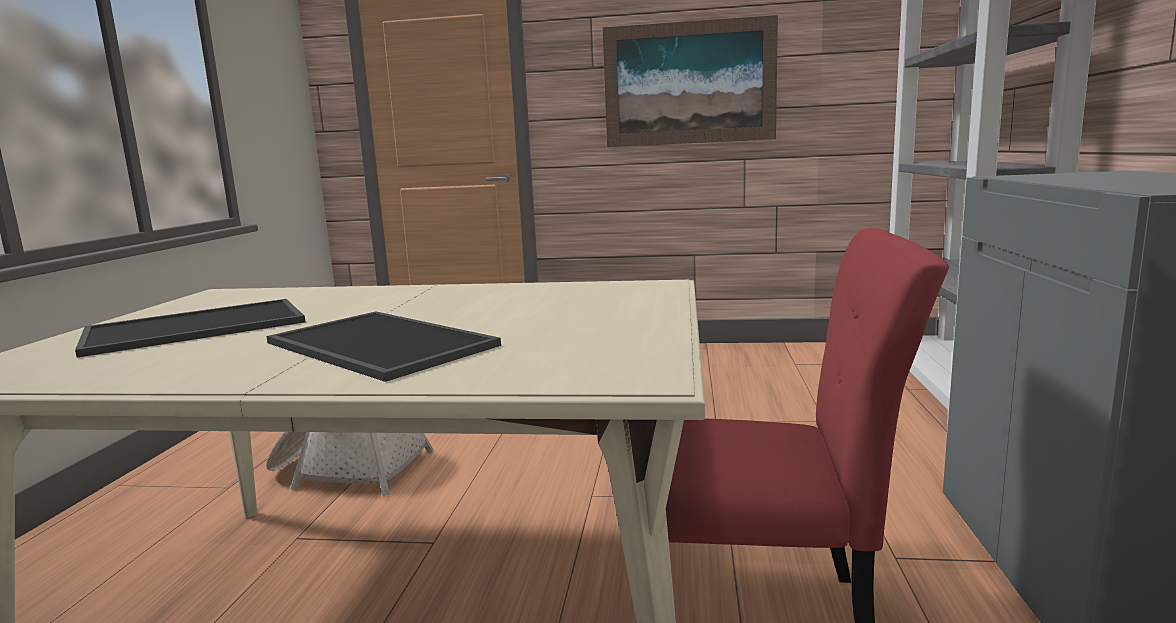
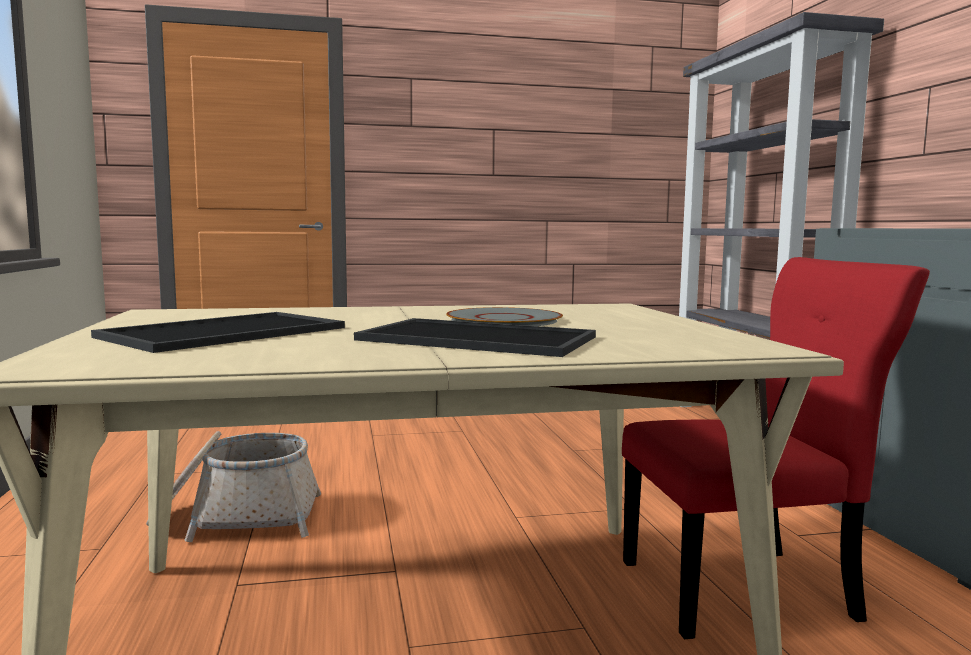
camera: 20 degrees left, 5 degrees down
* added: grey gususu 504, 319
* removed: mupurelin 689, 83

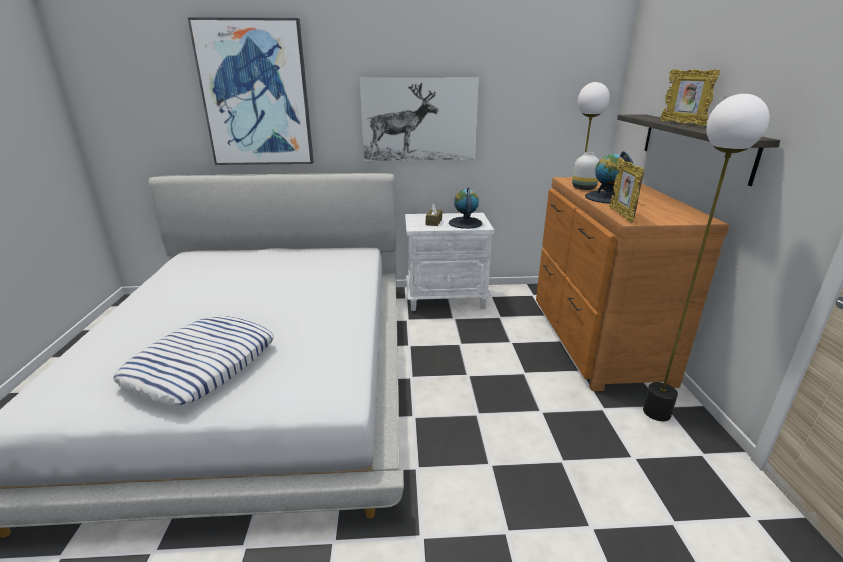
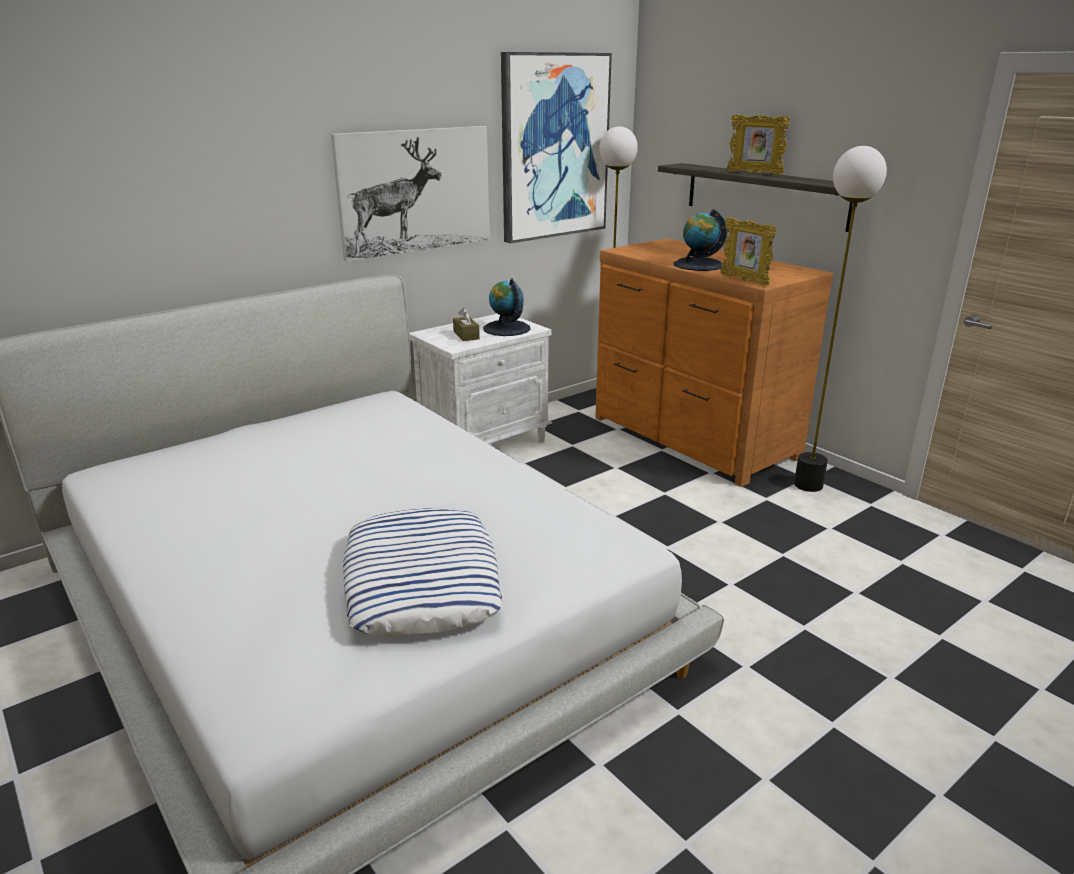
camera: 35 degrees left, 0 degrees up
* moved: mupurelin 256, 95 to 554, 147
* removed: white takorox 583, 188

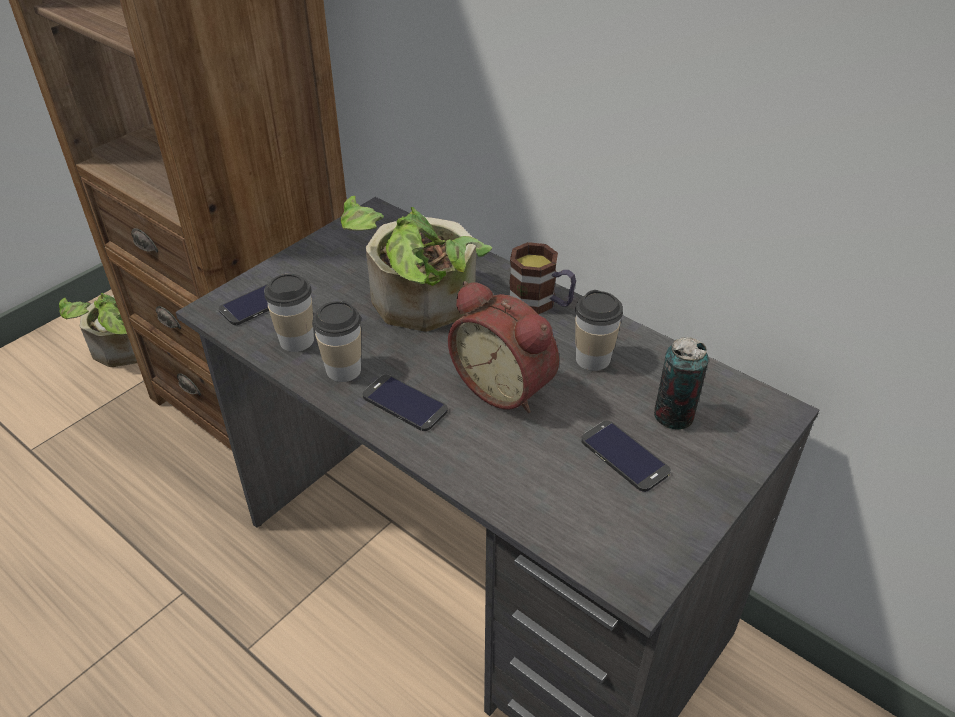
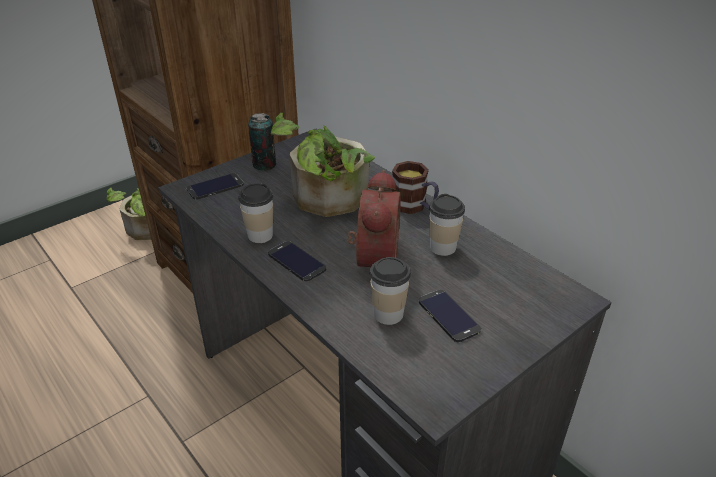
camera: 10 degrees right, 5 degrees down
* moved: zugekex 674, 416 to 264, 165
* turned: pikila 506, 386 = 373, 258 135 degrees counterclockwise
* moved: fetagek 297, 340 to 388, 314

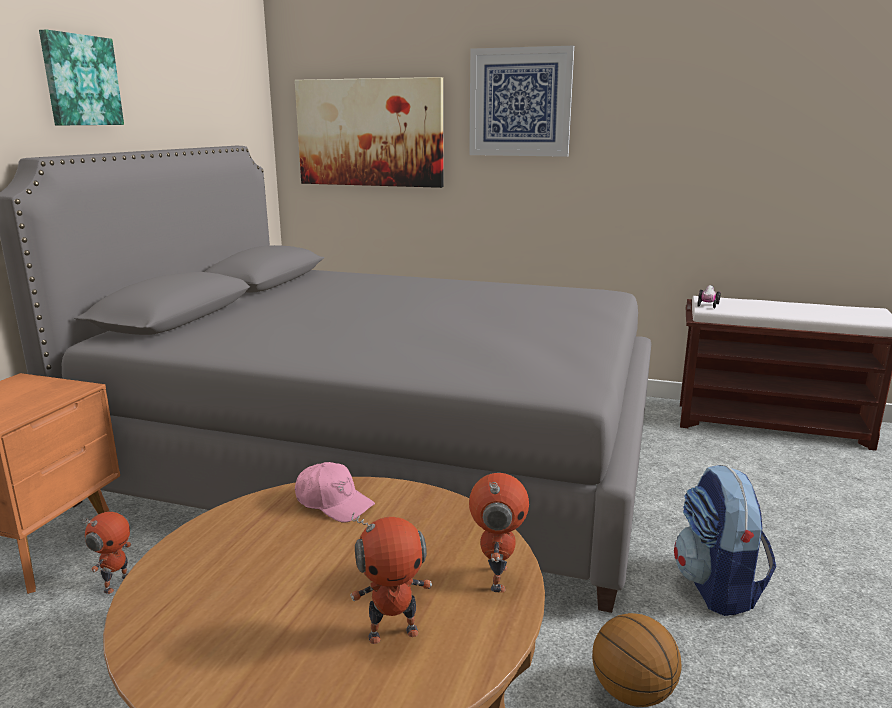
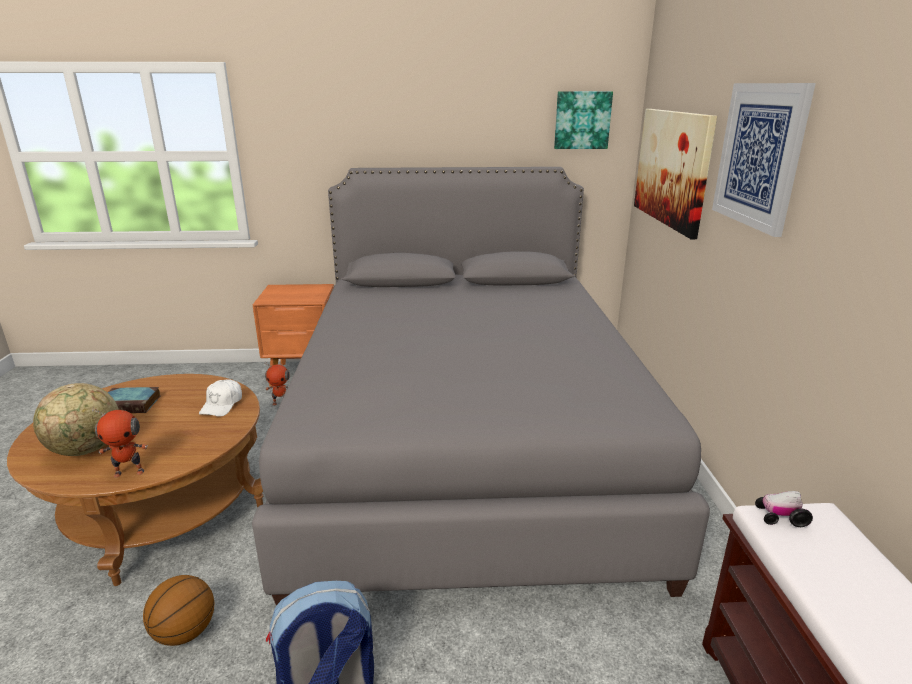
camera: 70 degrees right, 5 degrees up
* replaced: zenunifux 393, 632 to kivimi 87, 450
* added: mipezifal 131, 404
* recoloured: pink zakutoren 334, 503 to white zakutoren 222, 405
* moved: mupurelin 80, 80 to 582, 120

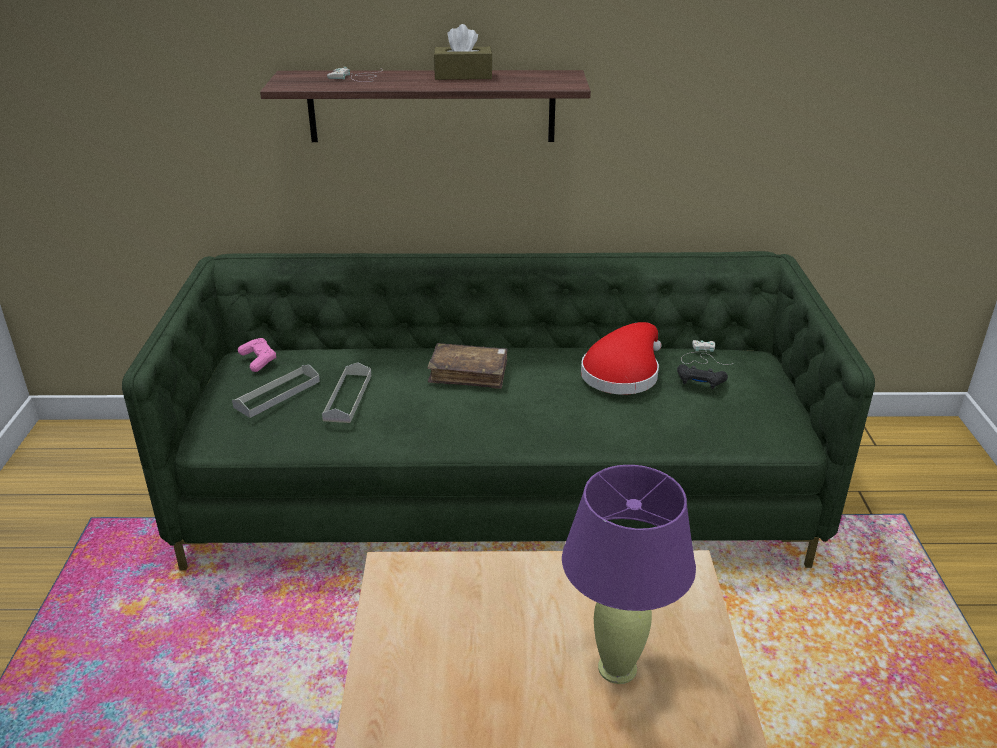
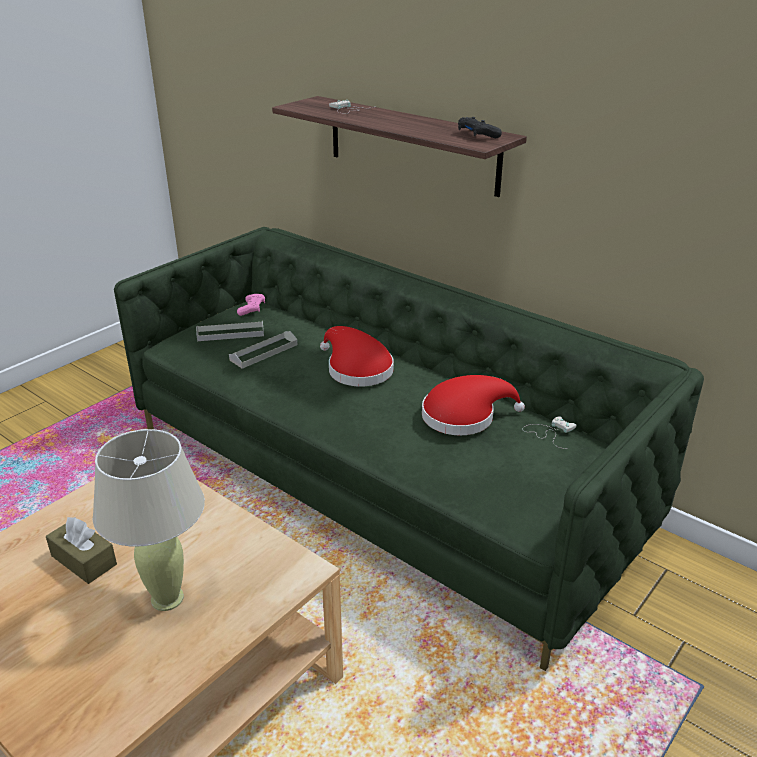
camera: 40 degrees right, 0 degrees up
* moved: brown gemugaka 463, 75 to 84, 560
* recoloured: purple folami 616, 668 to beige folami 167, 598
* replaced: brown mipezifal 468, 373 to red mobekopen 356, 369
* moved: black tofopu 700, 382 to 477, 135

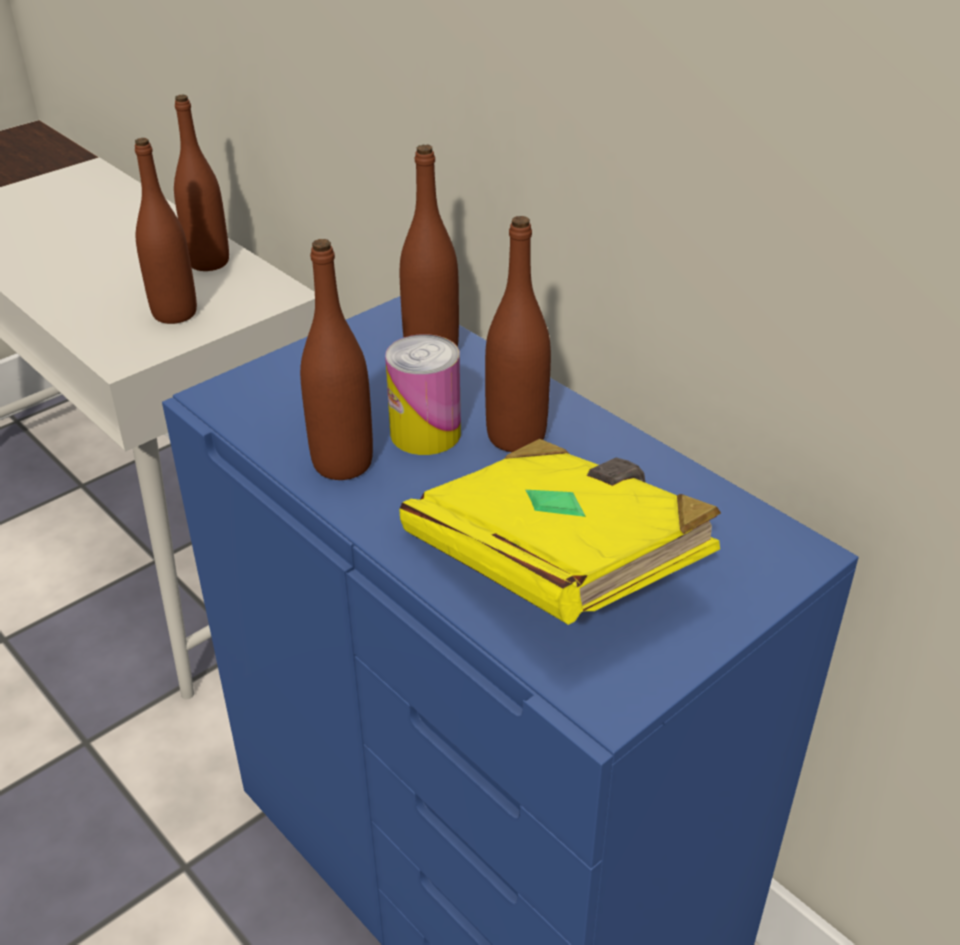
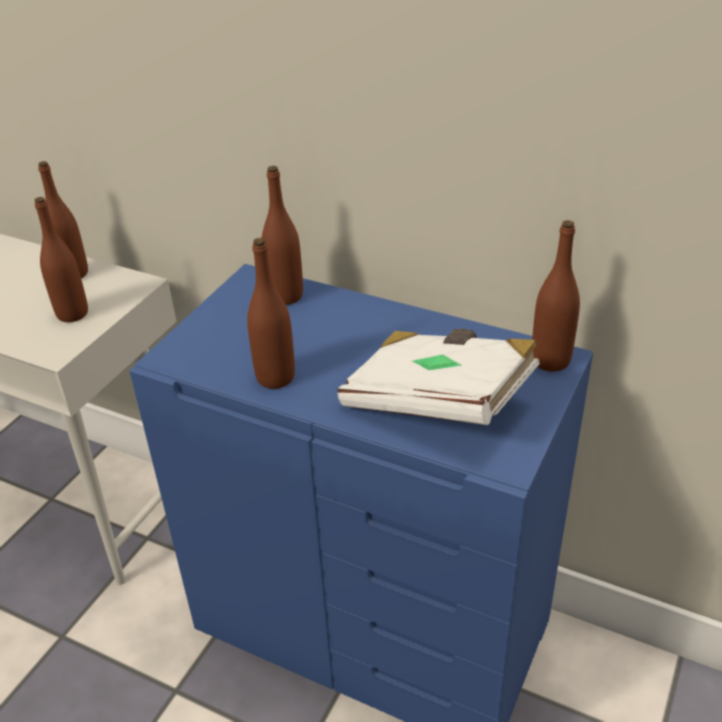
camera: 20 degrees left, 0 degrees up
* recoloured: yellow mipezifal 554, 567 to white mipezifal 437, 402
* moved: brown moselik 516, 437 to 550, 360
* removed: zugekex 425, 433

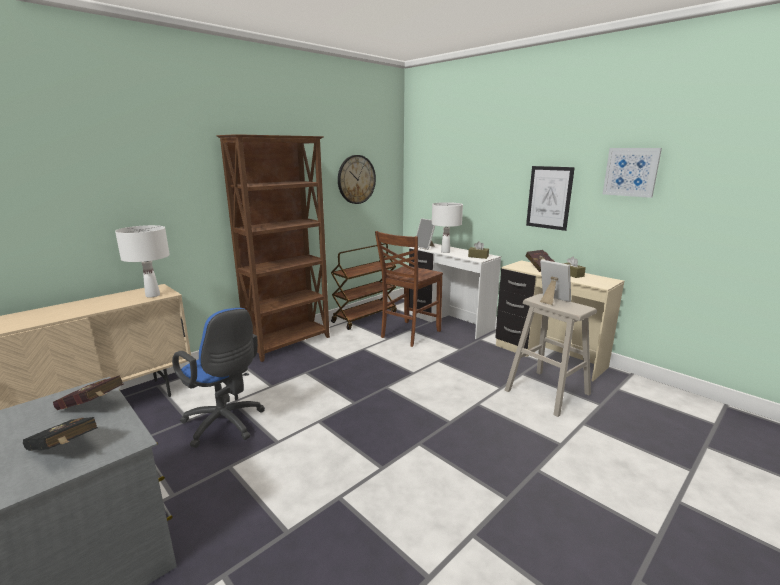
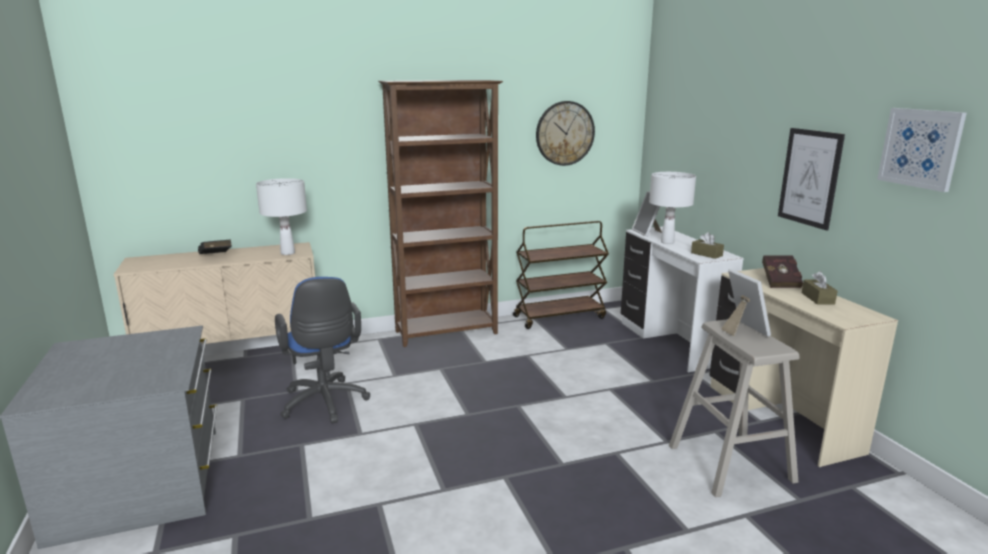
camera: 25 degrees right, 0 degrees up
* moved: black mipezifal 64, 450 to 215, 257
* removed: red mipezifal 93, 407
* removed: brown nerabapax 409, 334

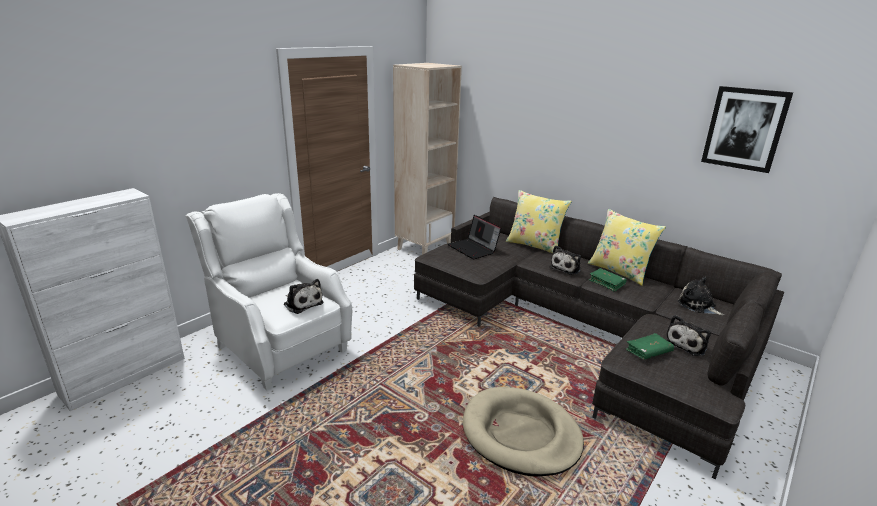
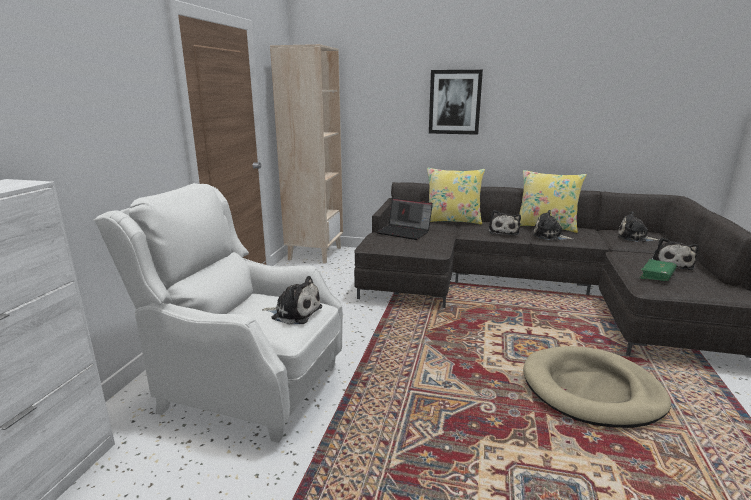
camera: 25 degrees left, 5 degrees down
* moved: mupurelin 744, 129 to 455, 102
* replaced: green mipezifal 607, 283 to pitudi 550, 236

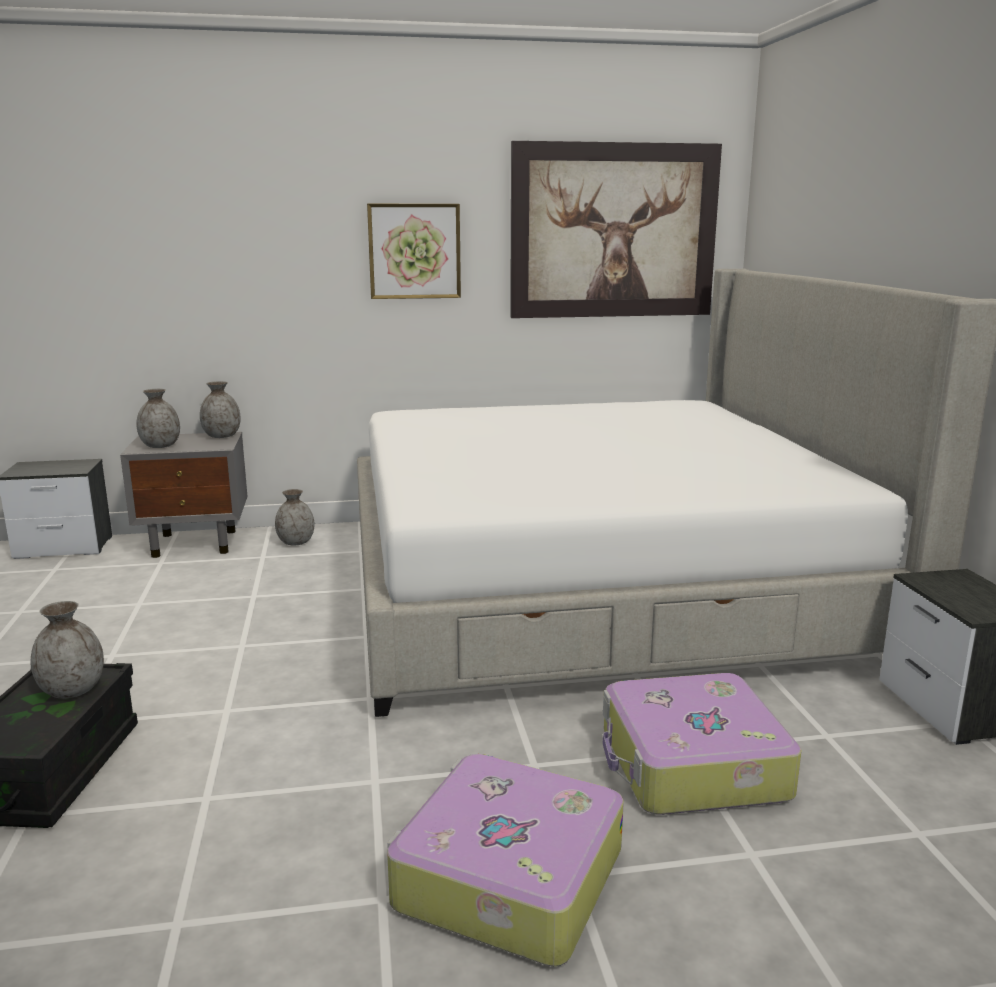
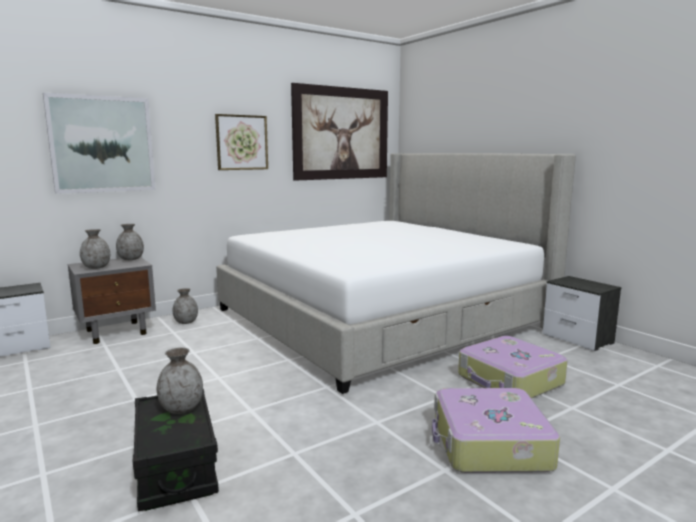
camera: 25 degrees left, 5 degrees down
* added: mupurelin 102, 144

